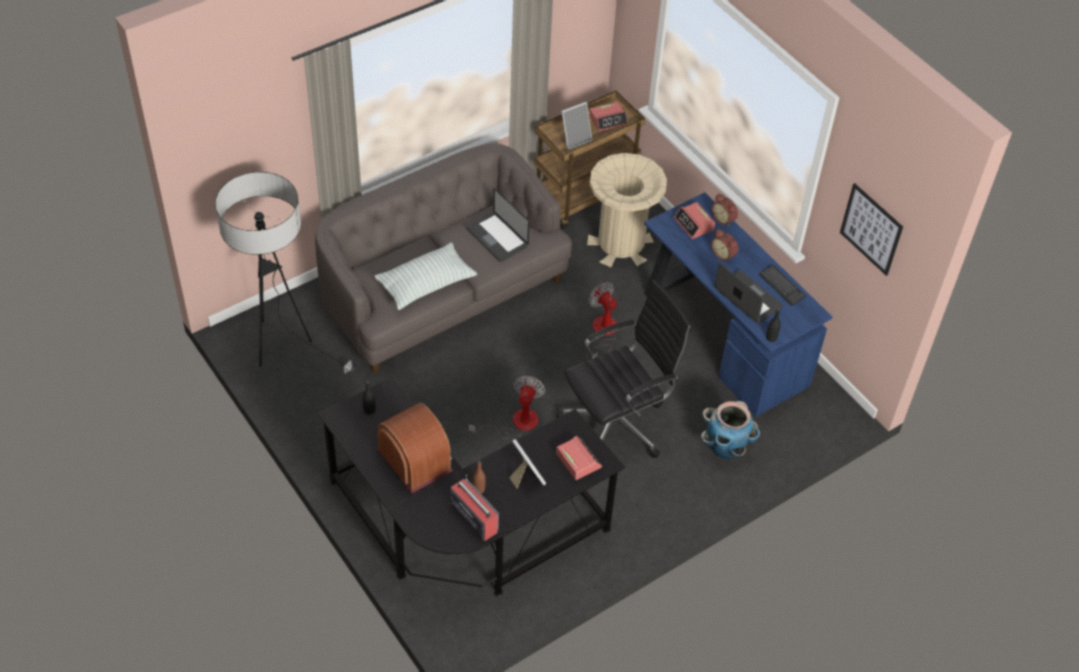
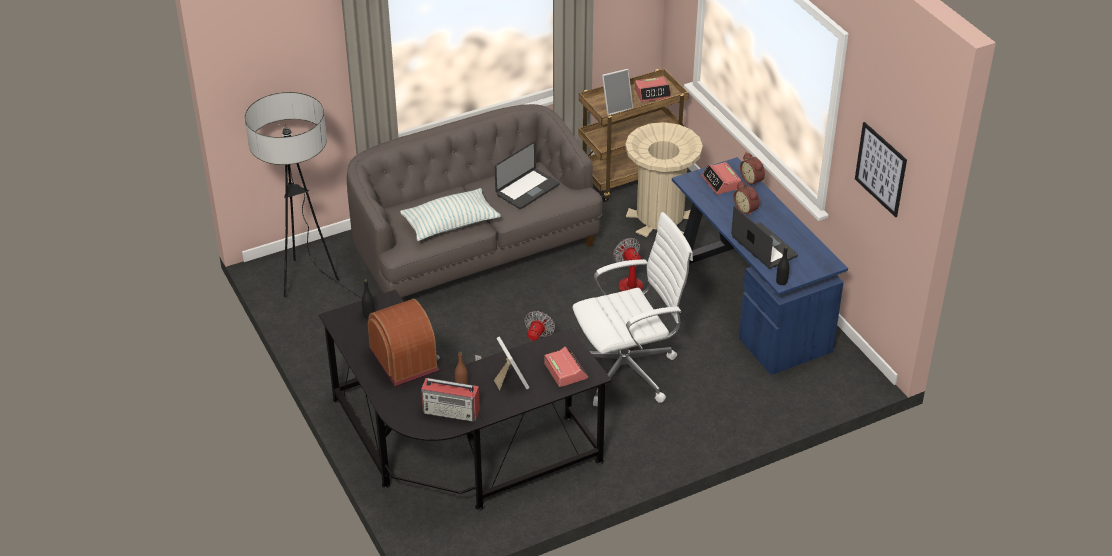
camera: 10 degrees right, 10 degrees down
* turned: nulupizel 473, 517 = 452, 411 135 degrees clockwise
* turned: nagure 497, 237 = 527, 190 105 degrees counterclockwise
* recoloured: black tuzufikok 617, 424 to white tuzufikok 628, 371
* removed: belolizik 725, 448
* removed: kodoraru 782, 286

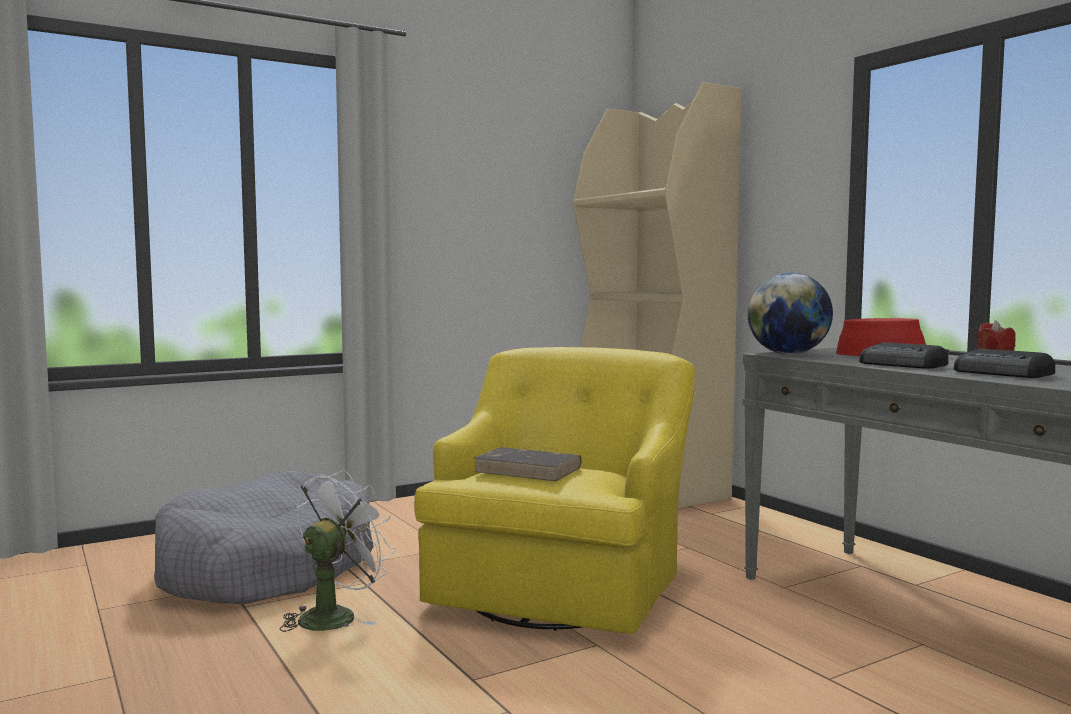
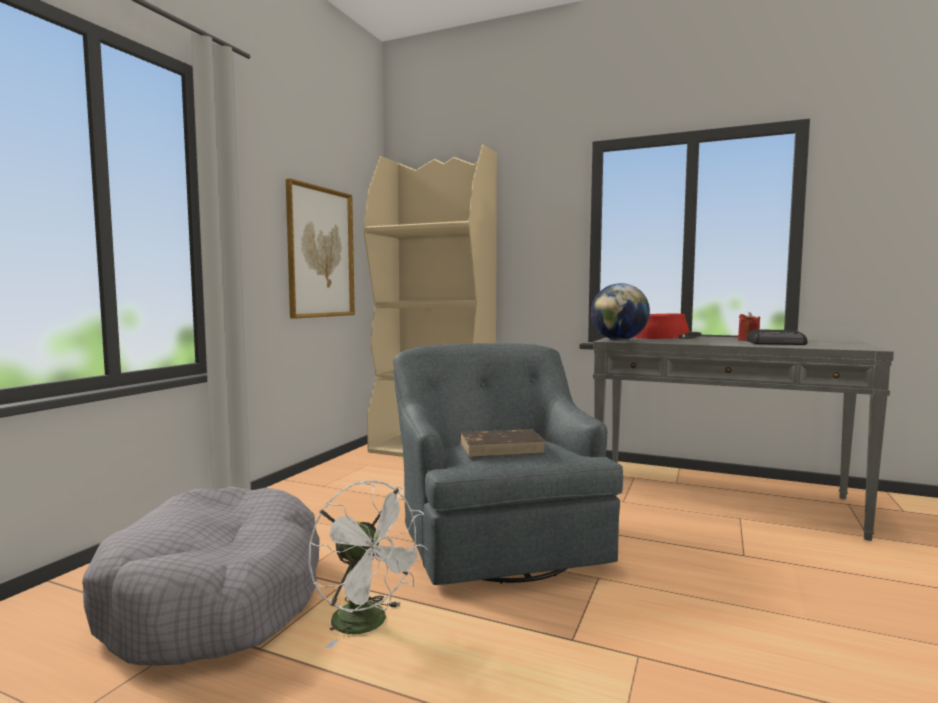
camera: 35 degrees left, 0 degrees up
* added: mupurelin 320, 252
* turned: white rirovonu 335, 615 = 368, 624 135 degrees clockwise
* recoloured: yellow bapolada 562, 583 to grey bapolada 498, 537
* removed: nulupizel 903, 365

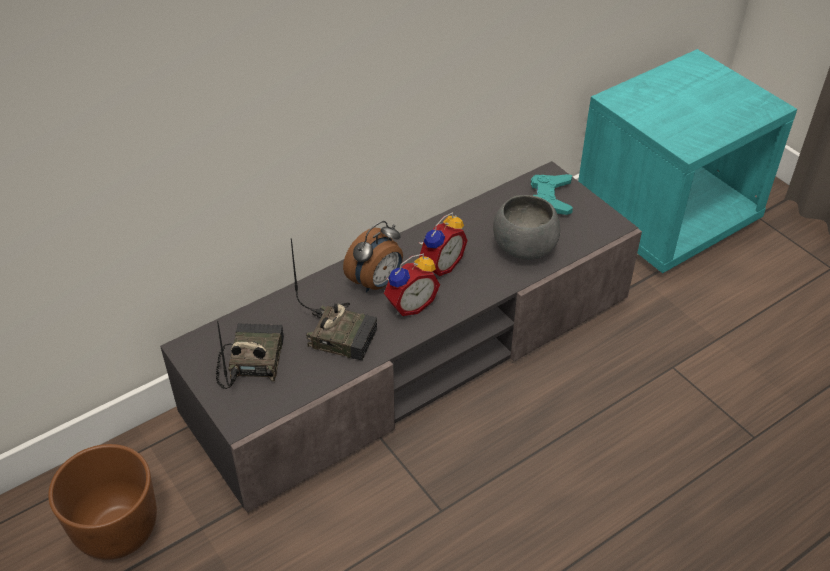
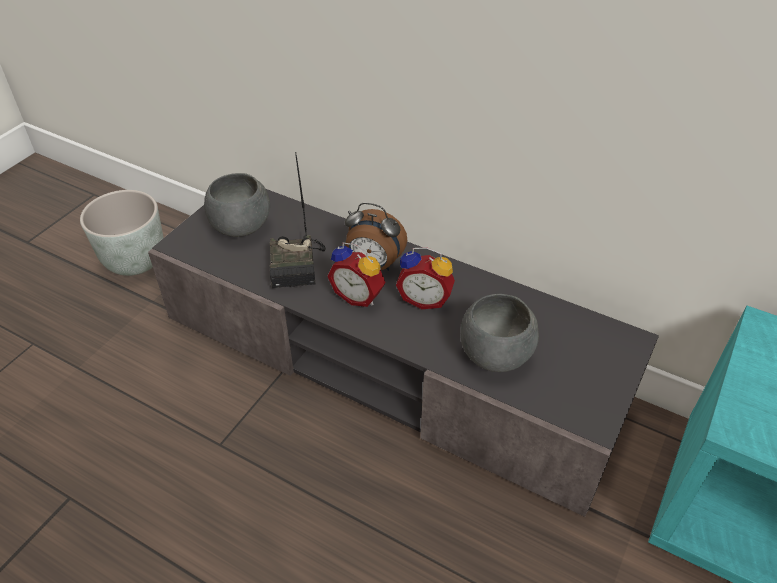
camera: 65 degrees right, 0 degrees up
* recoloured: brown belolizik 116, 532 to grey belolizik 135, 261
* replaced: nulupizel 251, 361 to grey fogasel 242, 226
* removed: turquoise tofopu 550, 198

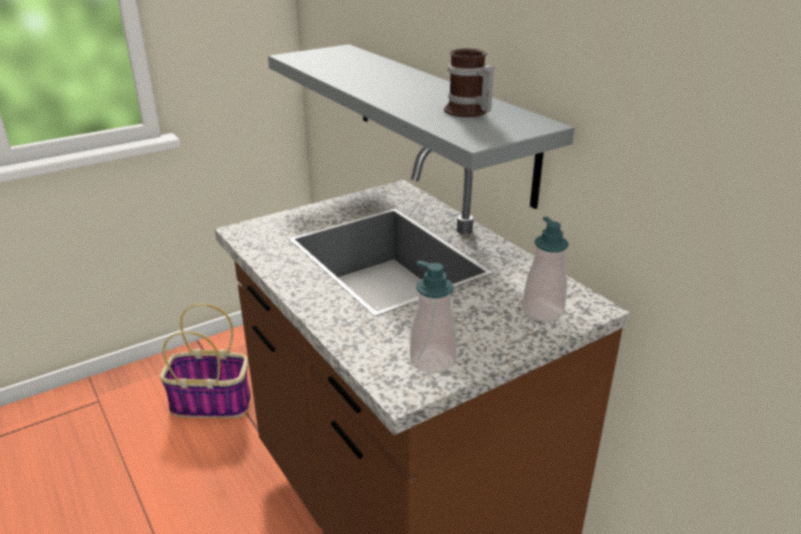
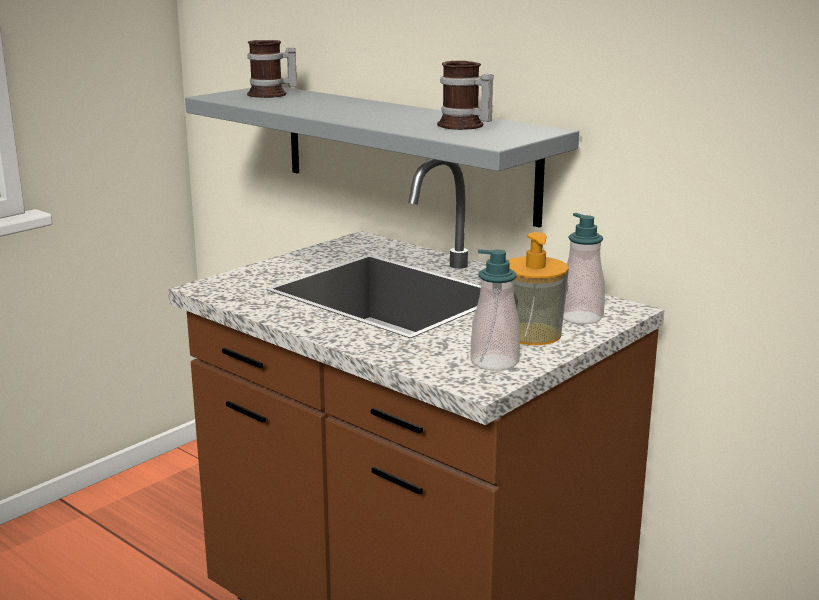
camera: 15 degrees left, 10 degrees down
* added: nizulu 271, 94
* added: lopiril 532, 334
* removed: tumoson 212, 403

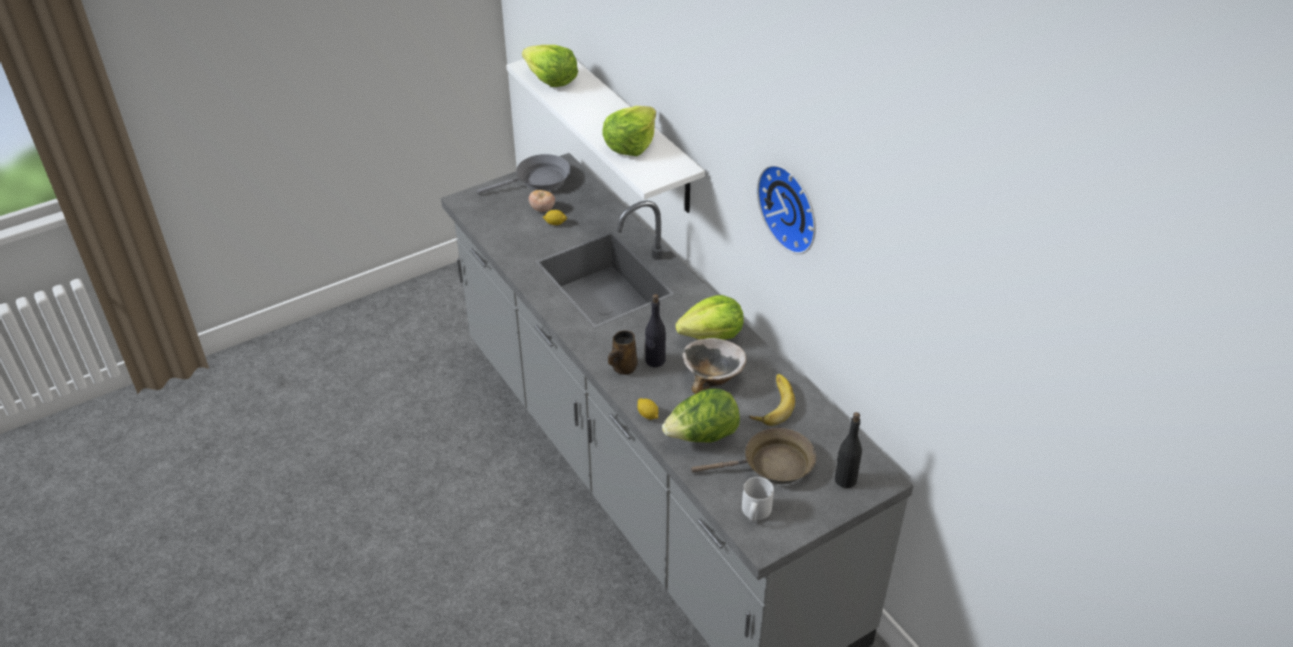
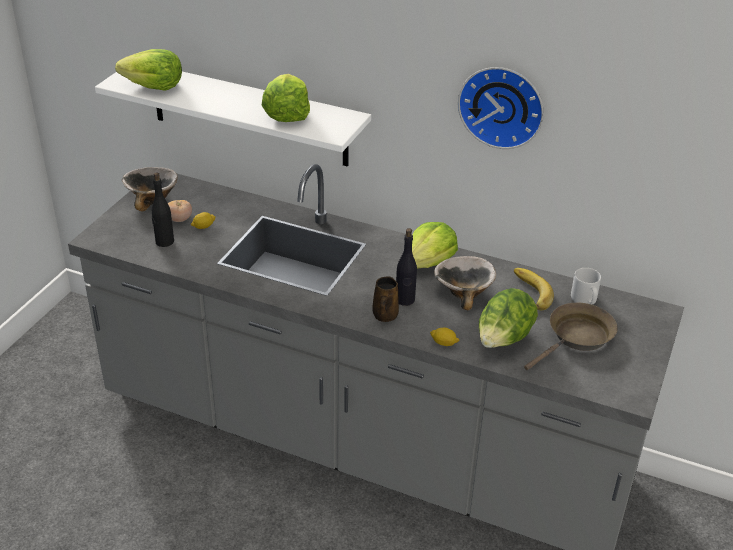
camera: 35 degrees left, 5 degrees down
* replaced: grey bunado 538, 181 to fogasel 152, 198
* moved: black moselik 845, 479 to 164, 242
* moved: grey nizulu 755, 512 to 585, 300

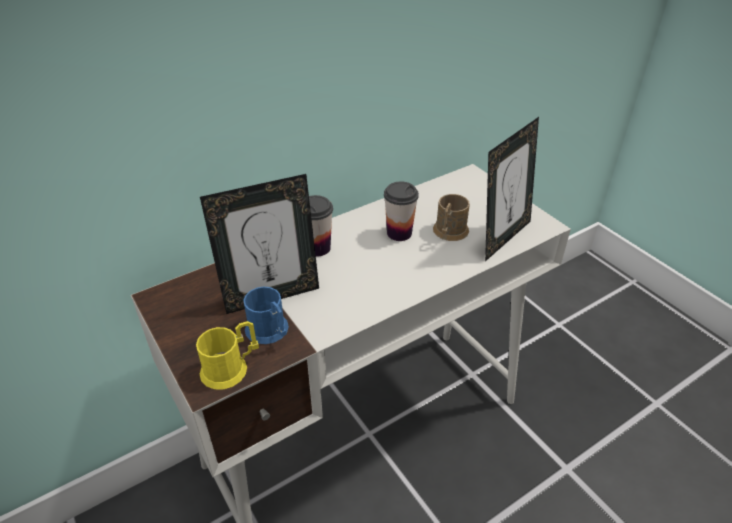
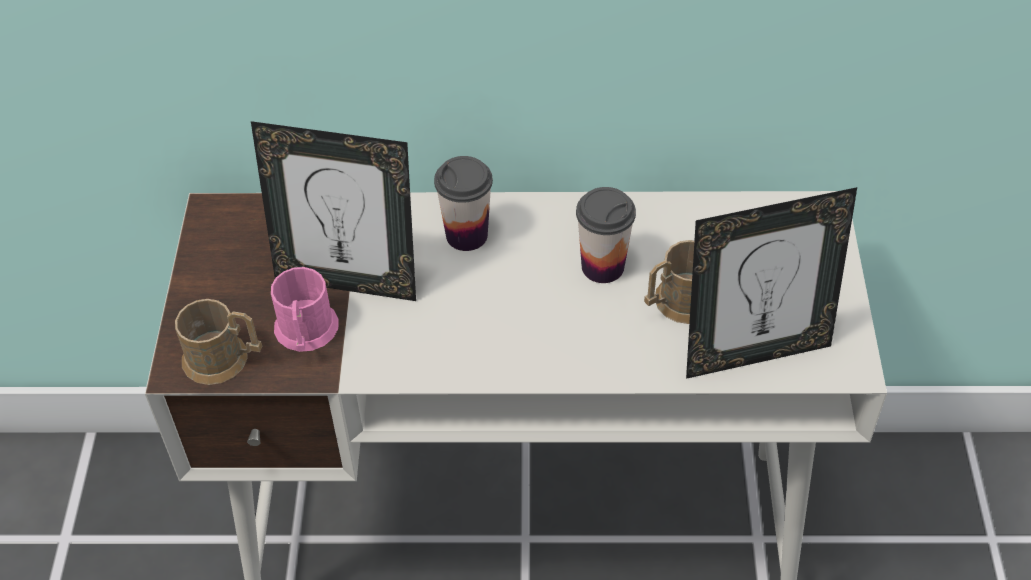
camera: 35 degrees right, 10 degrees up
* recoloured: yellow nizulu 230, 368 to brown nizulu 224, 359
* recoloured: blue nizulu 270, 331 to pink nizulu 306, 333

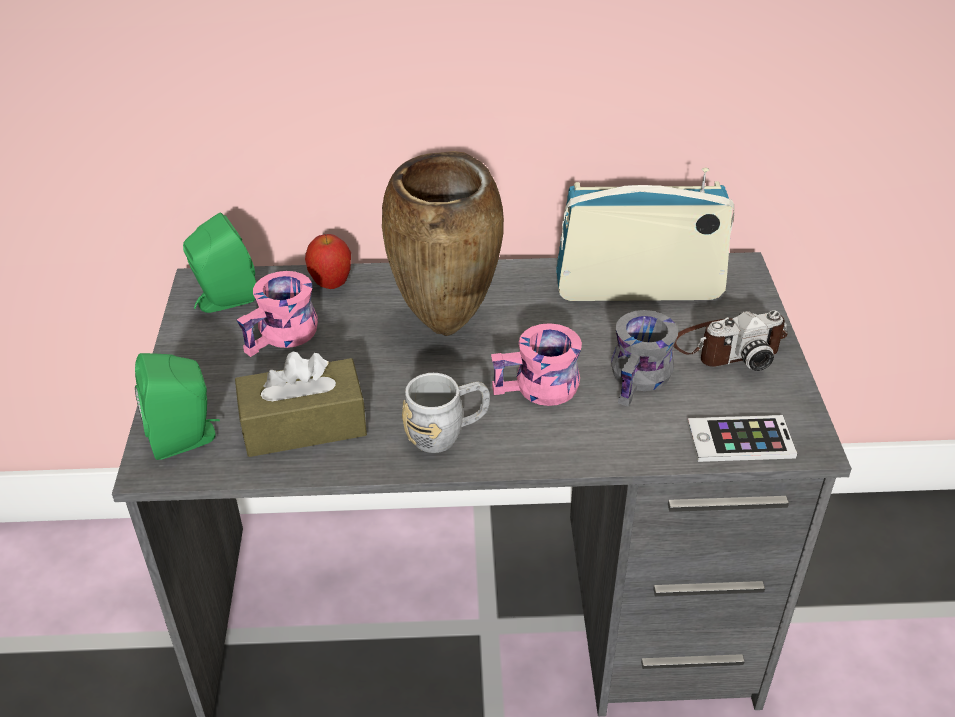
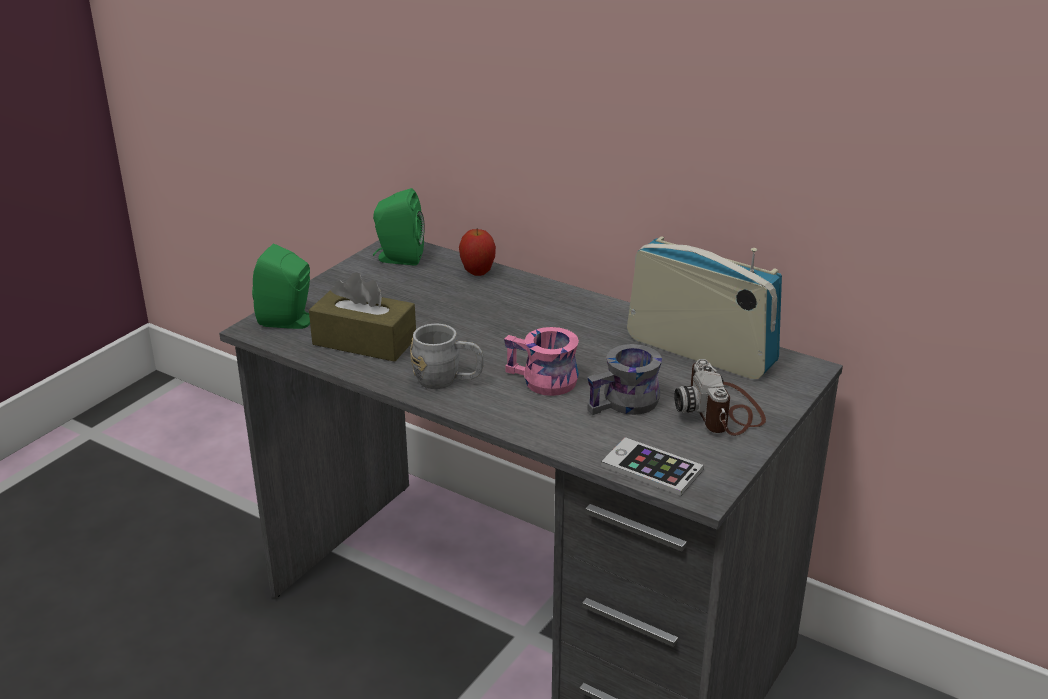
camera: 35 degrees right, 10 degrees down
* turned: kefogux 727, 347 = 722, 412 60 degrees clockwise
* removed: pink nizulu 284, 337
* removed: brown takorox 447, 328

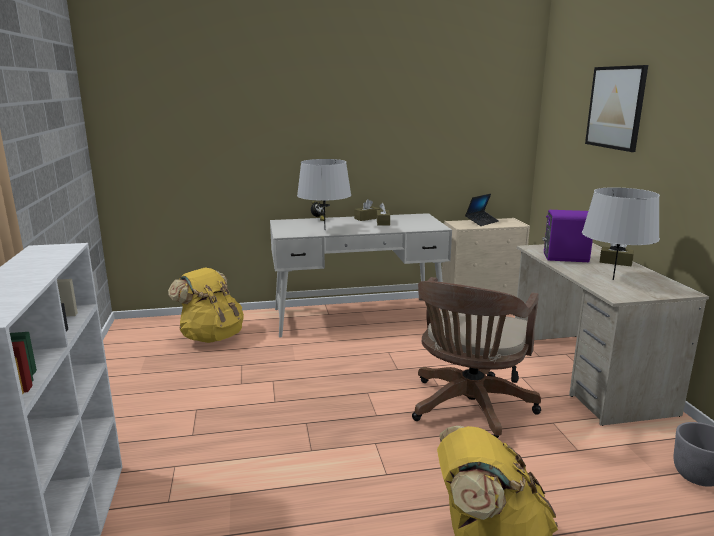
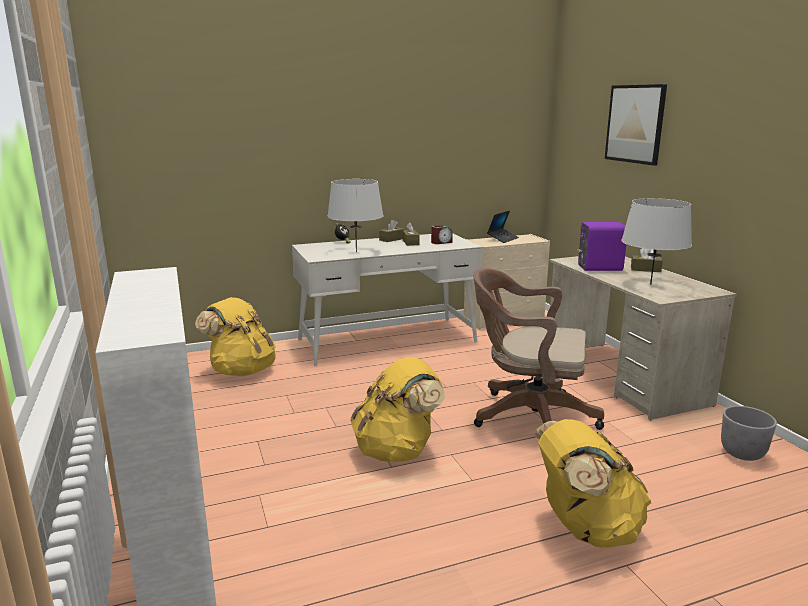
camera: 10 degrees left, 0 degrees up
* added: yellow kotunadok 397, 450
* added: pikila 441, 242
* turned: brown tuzufikok 469, 410 = 527, 417 90 degrees clockwise

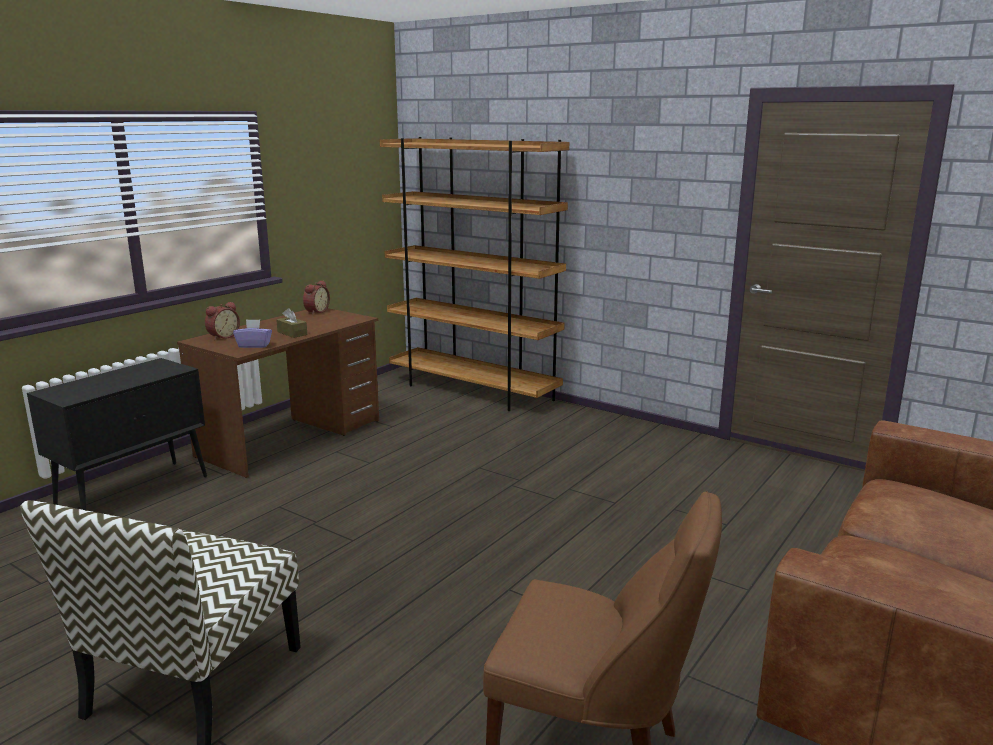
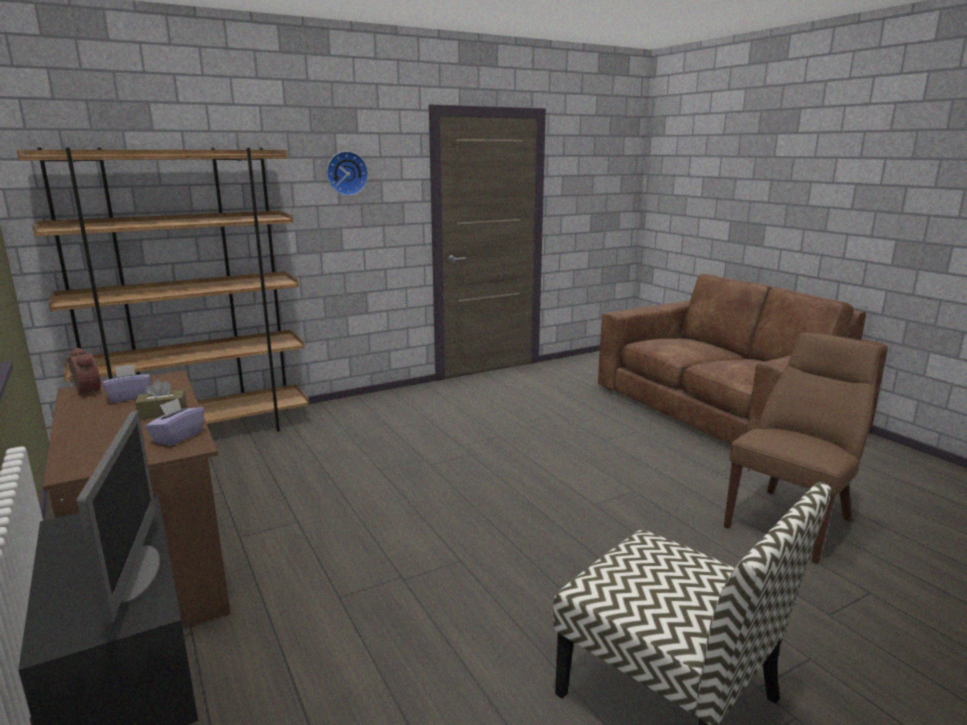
camera: 65 degrees left, 0 degrees up
* added: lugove 134, 575
* added: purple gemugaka 129, 397
* added: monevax 346, 173
* removed: pikila 222, 336

